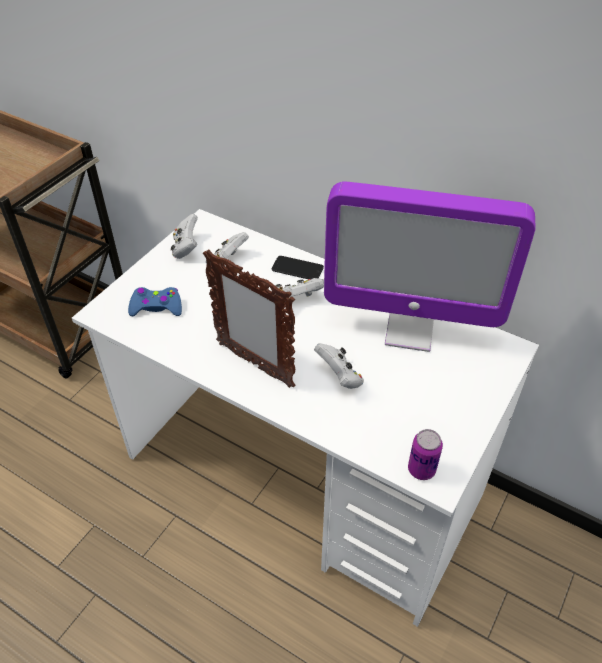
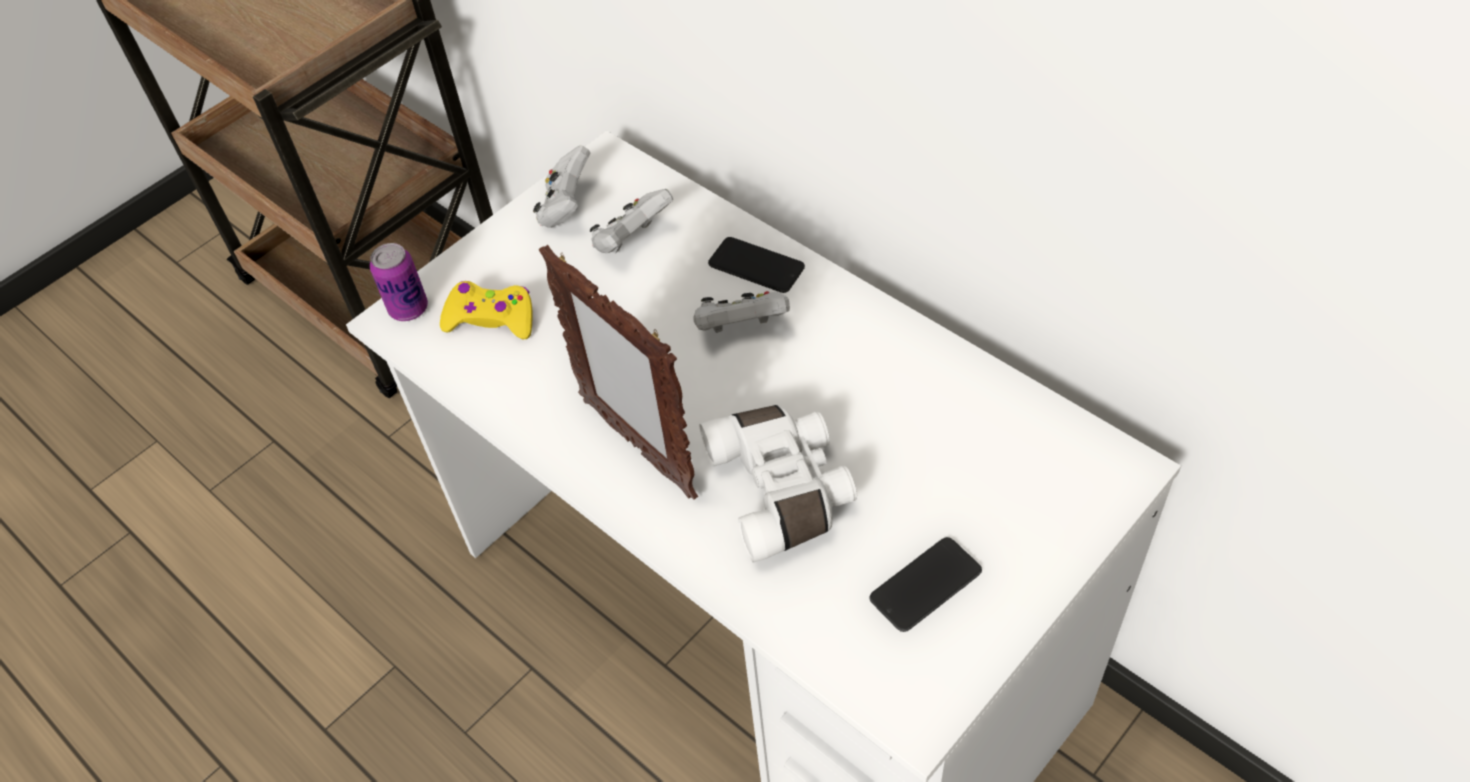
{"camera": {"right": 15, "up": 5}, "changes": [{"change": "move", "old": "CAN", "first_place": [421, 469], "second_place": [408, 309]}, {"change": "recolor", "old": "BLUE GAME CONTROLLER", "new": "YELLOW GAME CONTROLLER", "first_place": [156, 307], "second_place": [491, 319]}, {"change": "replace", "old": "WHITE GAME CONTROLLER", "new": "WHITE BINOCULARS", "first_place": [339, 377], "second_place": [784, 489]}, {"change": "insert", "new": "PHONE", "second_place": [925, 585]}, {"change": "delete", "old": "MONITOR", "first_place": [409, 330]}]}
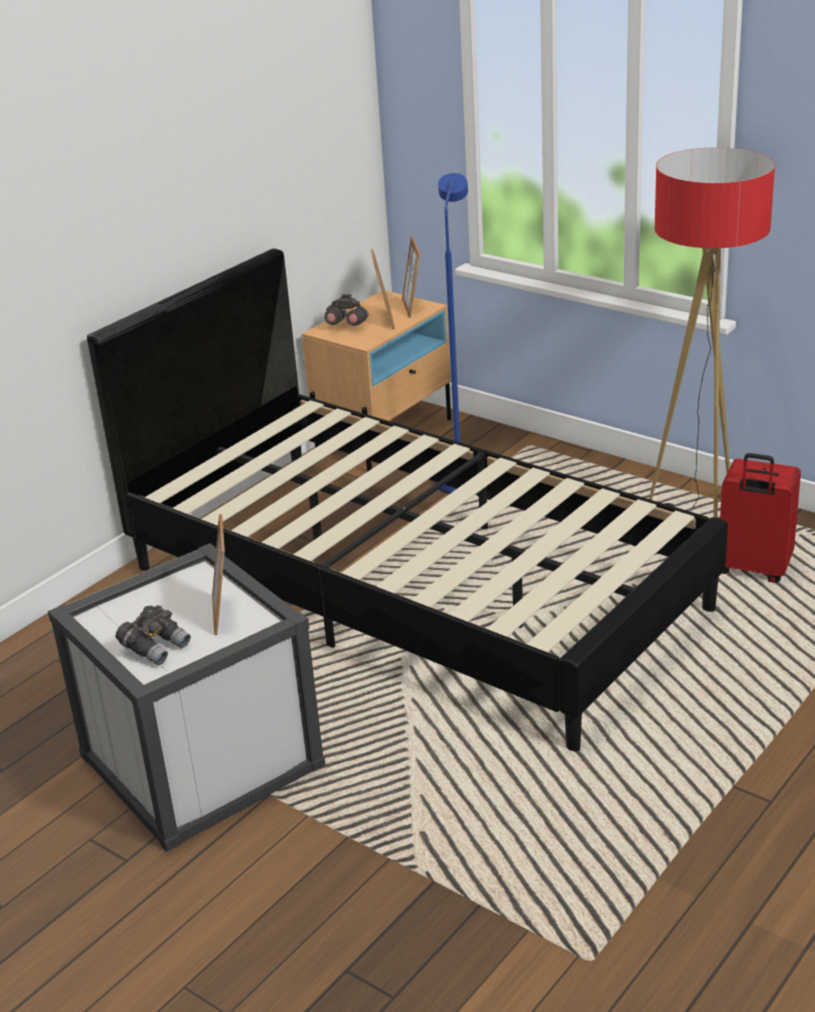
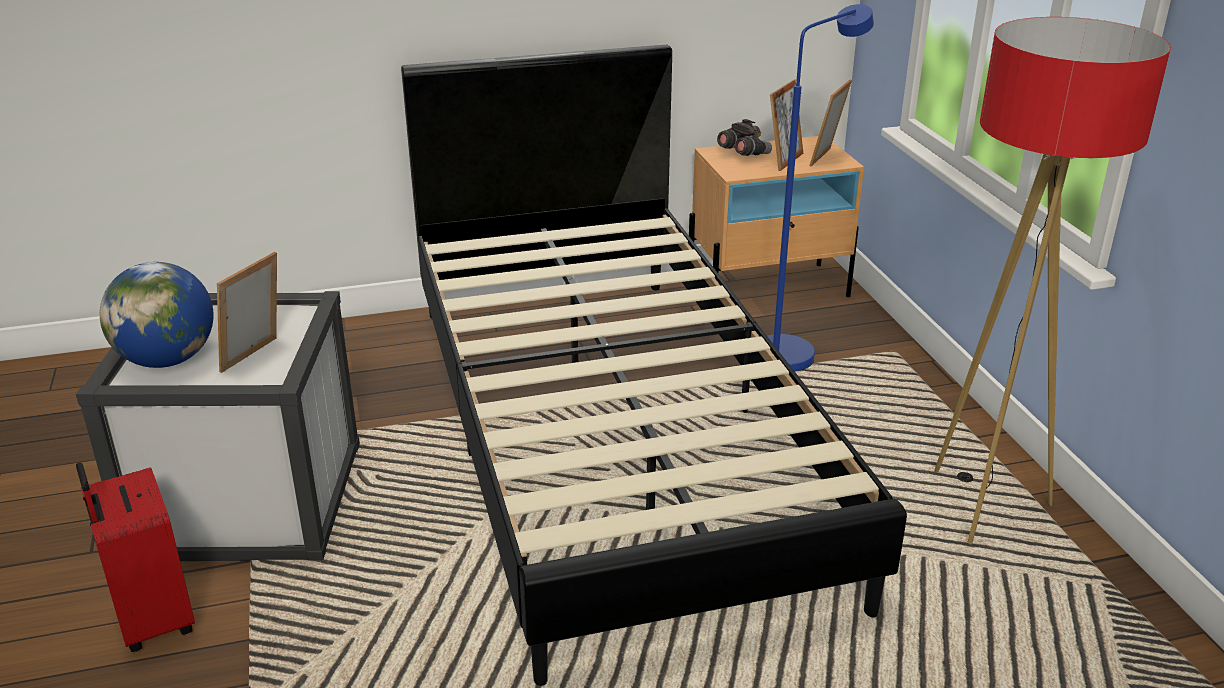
{"camera": {"right": 35, "up": 0}, "changes": [{"change": "move", "old": "RED SUITCASE", "first_place": [753, 570], "second_place": [152, 620]}, {"change": "replace", "old": "GREY BINOCULARS", "new": "GLOBE", "first_place": [155, 647], "second_place": [167, 360]}]}
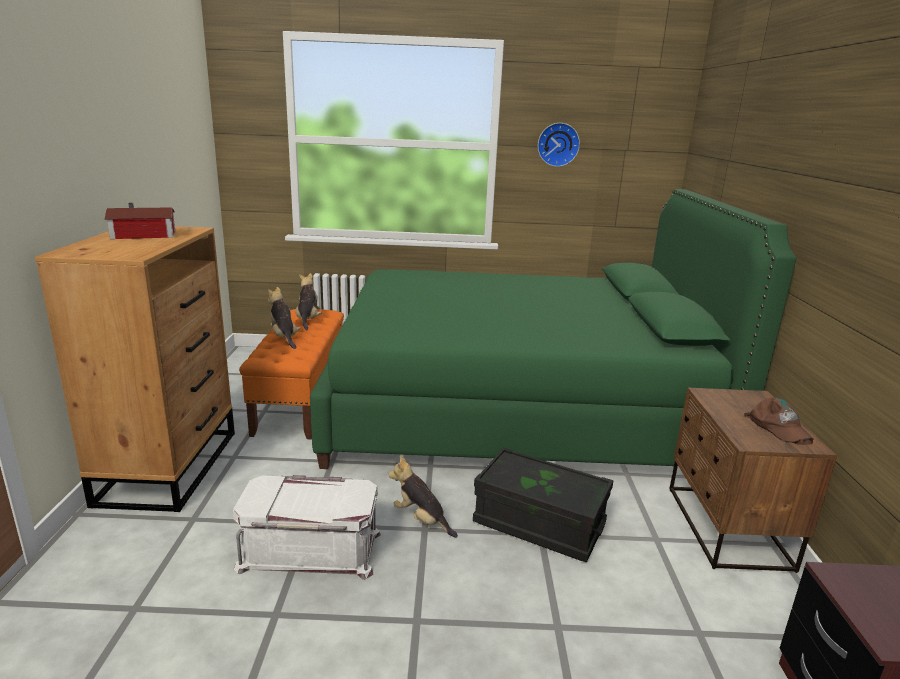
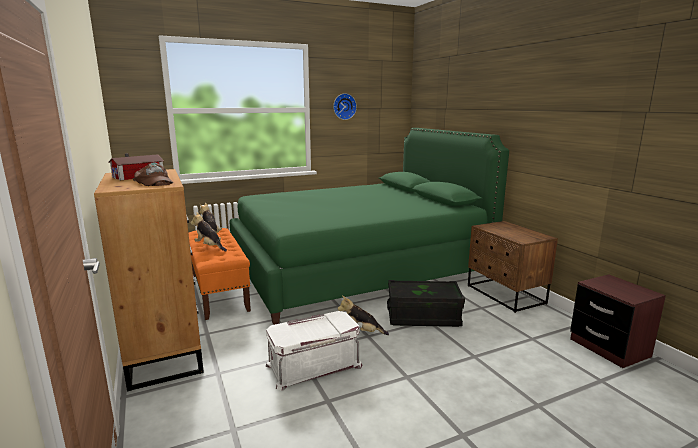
{"camera": {"right": -25, "up": -5}, "changes": [{"change": "move", "old": "BROWN CAP", "first_place": [779, 428], "second_place": [154, 182]}]}
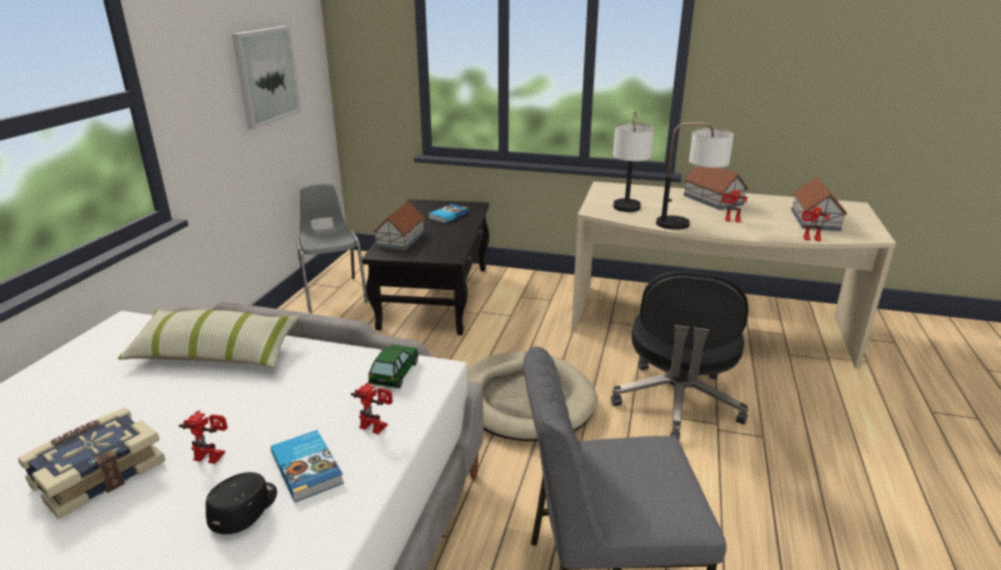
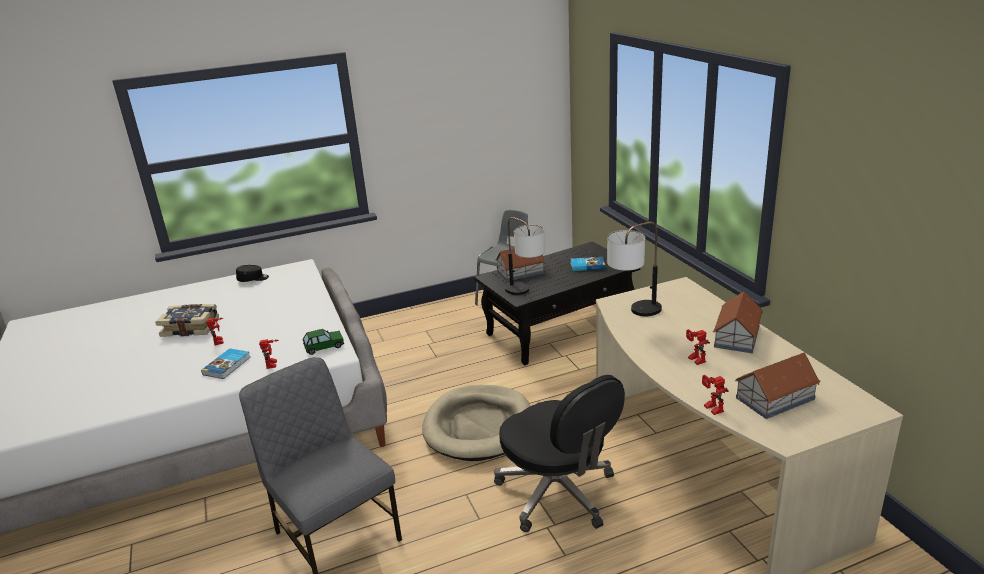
{"camera": {"right": 55, "up": 0}, "changes": [{"change": "move", "old": "BLACK CAP", "first_place": [245, 510], "second_place": [253, 279]}, {"change": "rotate", "old": "BLACK OFFICE CHAIR", "first_place": [677, 403], "second_place": [558, 493], "degrees": -105}, {"change": "move", "old": "TABLE LAMP", "first_place": [688, 223], "second_place": [525, 293]}, {"change": "delete", "old": "PILLOW", "first_place": [215, 353]}, {"change": "delete", "old": "PICTURE", "first_place": [266, 76]}]}
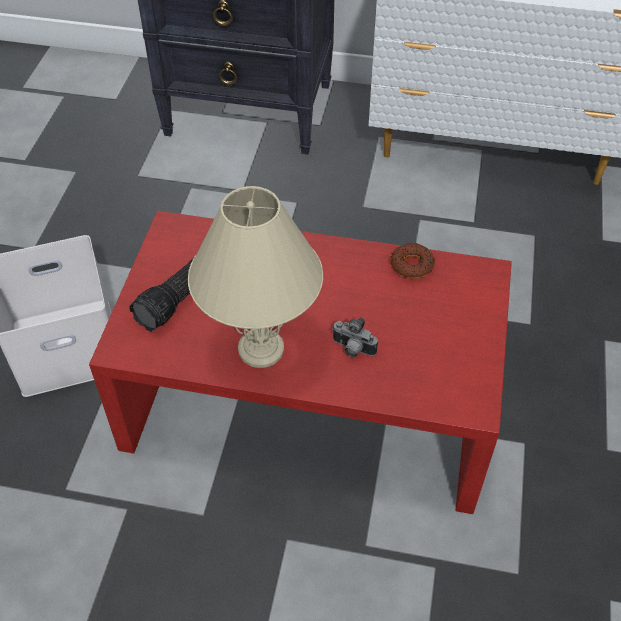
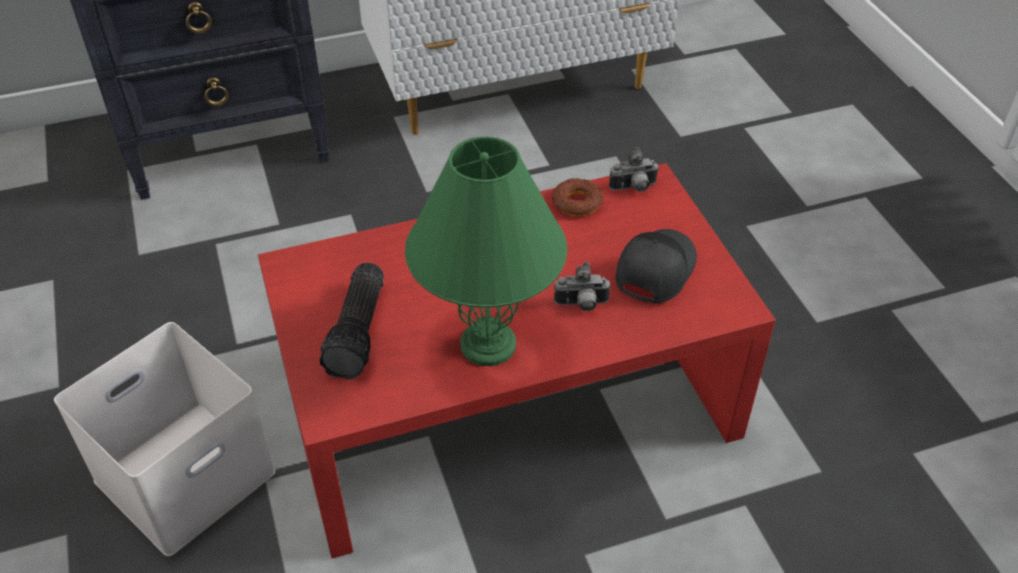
{"camera": {"right": -30, "up": -5}, "changes": [{"change": "recolor", "old": "BEIGE TABLE LAMP", "new": "GREEN TABLE LAMP", "first_place": [261, 350], "second_place": [489, 345]}, {"change": "insert", "new": "PHOTO CAMERA", "second_place": [634, 188]}, {"change": "insert", "new": "BLACK CAP", "second_place": [654, 270]}]}
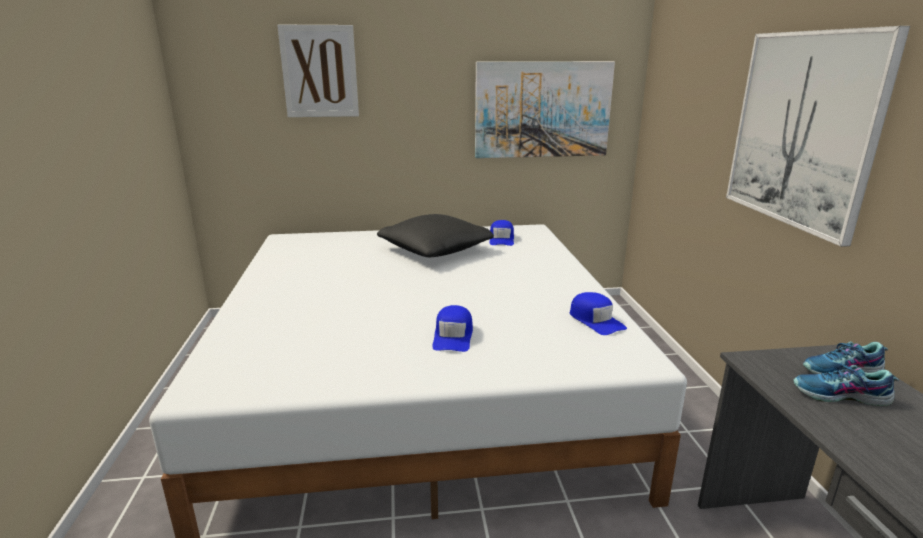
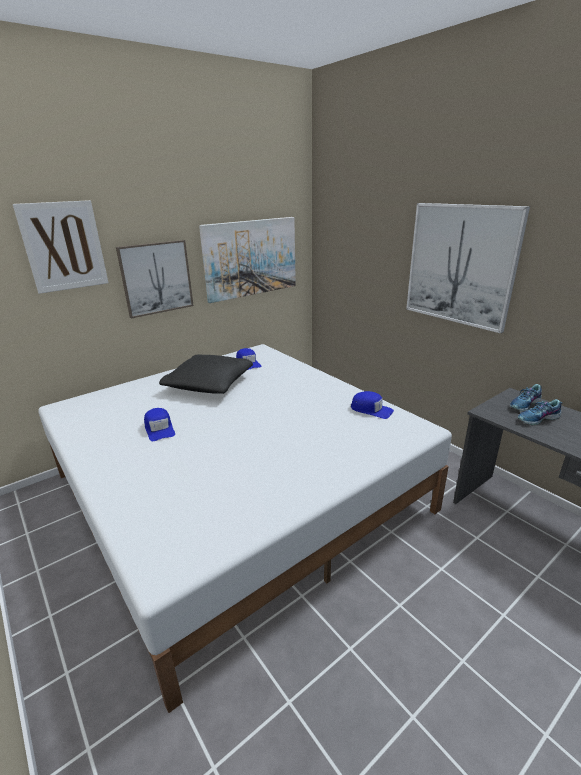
{"camera": {"right": -30, "up": 5}, "changes": [{"change": "insert", "new": "PICTURE", "second_place": [156, 278]}, {"change": "move", "old": "BLUE CAP", "first_place": [453, 336], "second_place": [159, 429]}]}
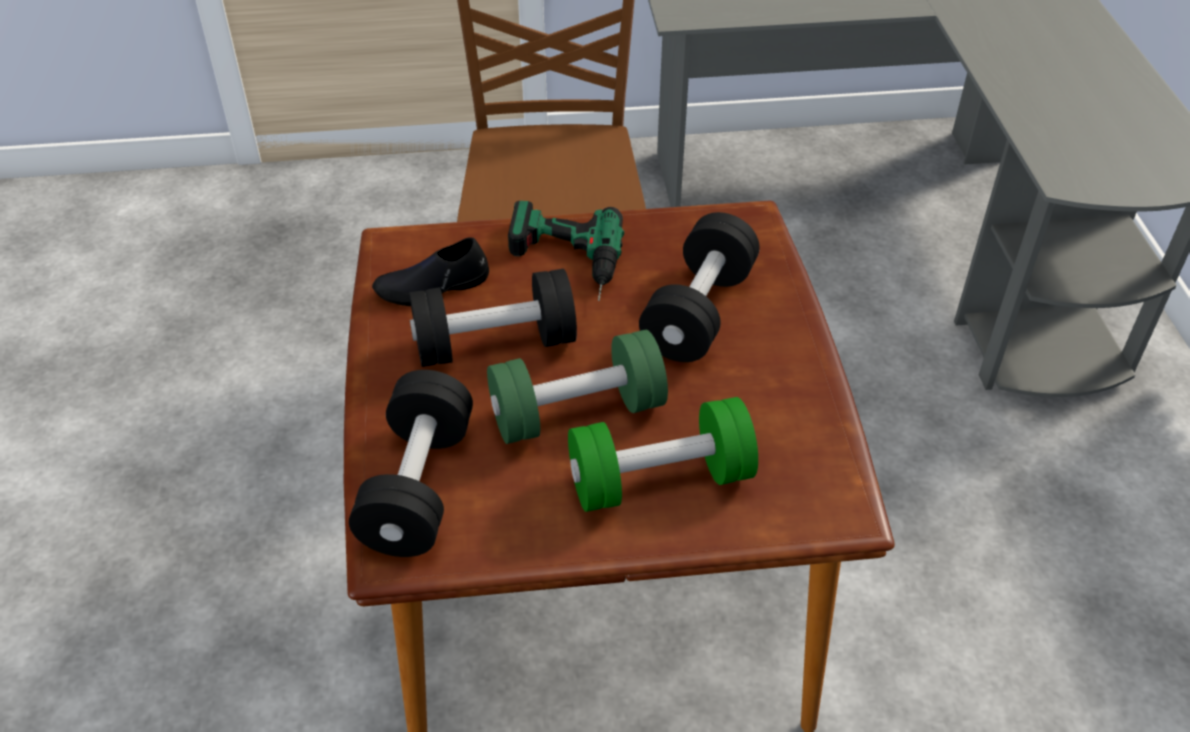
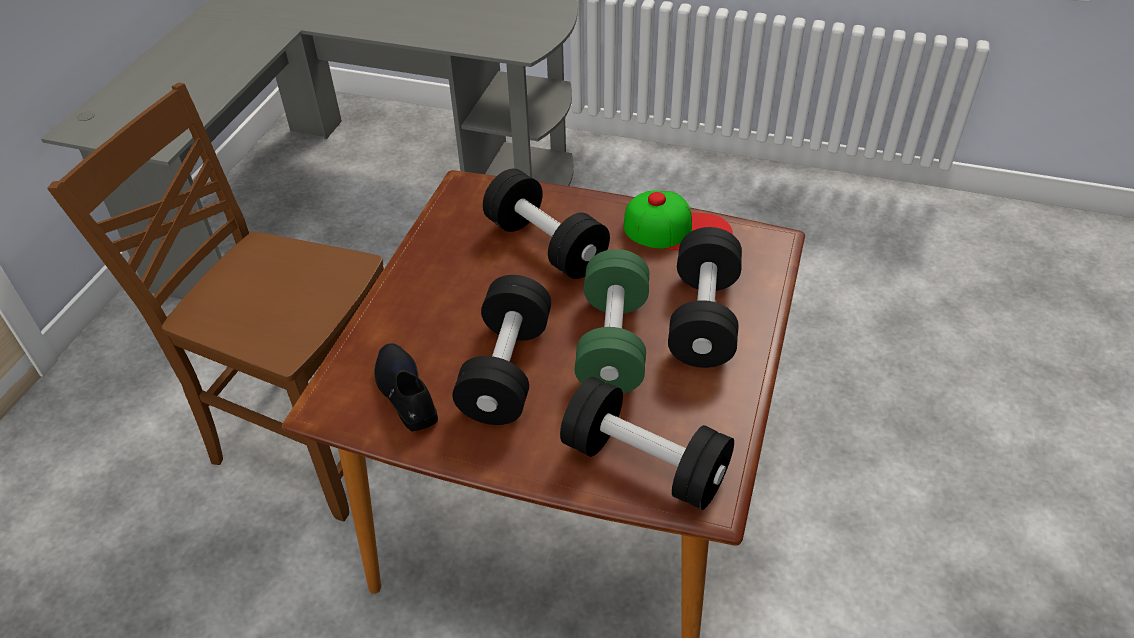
{"camera": {"right": -65, "up": 0}, "changes": [{"change": "rotate", "old": "BLACK SHOE", "first_place": [432, 286], "second_place": [405, 393], "degrees": 150}, {"change": "insert", "new": "CAP", "second_place": [677, 230]}, {"change": "recolor", "old": "GREEN DUMBBELL", "new": "BLACK DUMBBELL", "first_place": [660, 480], "second_place": [703, 318]}, {"change": "delete", "old": "POWER DRILL", "first_place": [563, 263]}]}
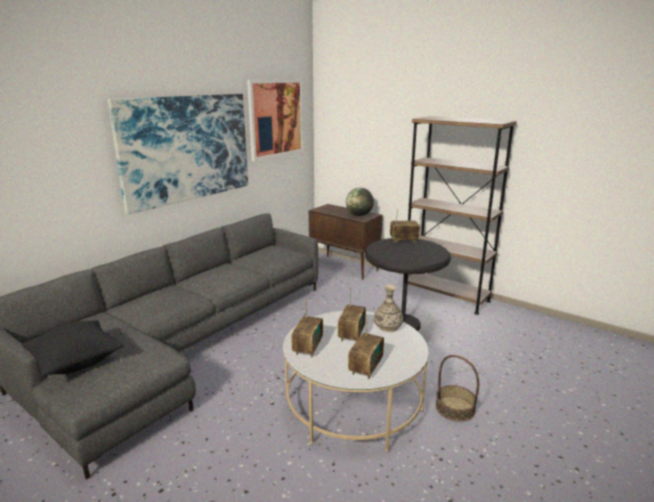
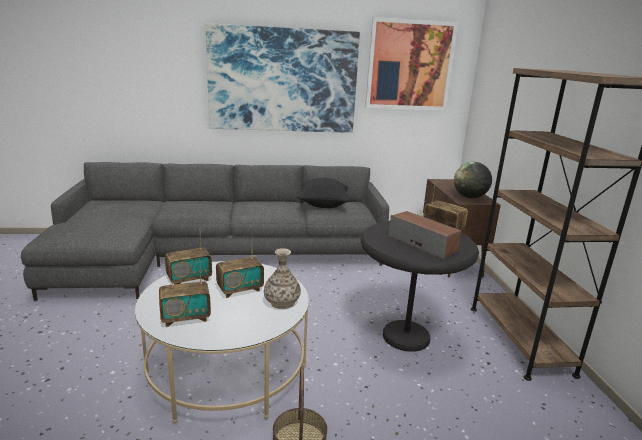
{"camera": {"right": 45, "up": 0}, "changes": [{"change": "move", "old": "BLACK PILLOW", "first_place": [76, 363], "second_place": [323, 205]}, {"change": "insert", "new": "SPEAKER", "second_place": [422, 244]}]}
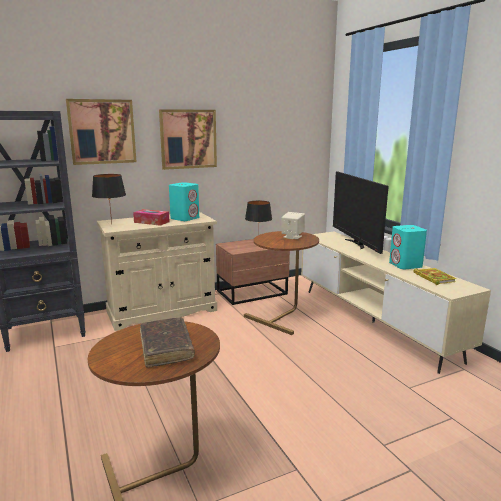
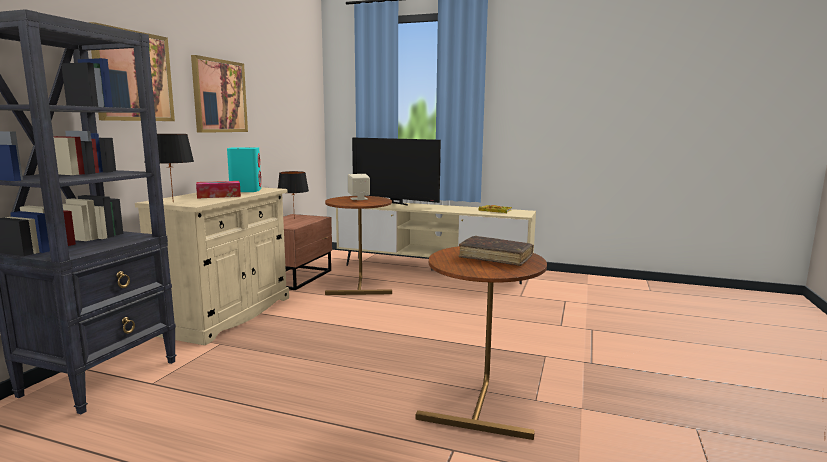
{"camera": {"right": -45, "up": -5}, "changes": [{"change": "delete", "old": "TURQUOISE SPEAKER", "first_place": [405, 265]}]}
